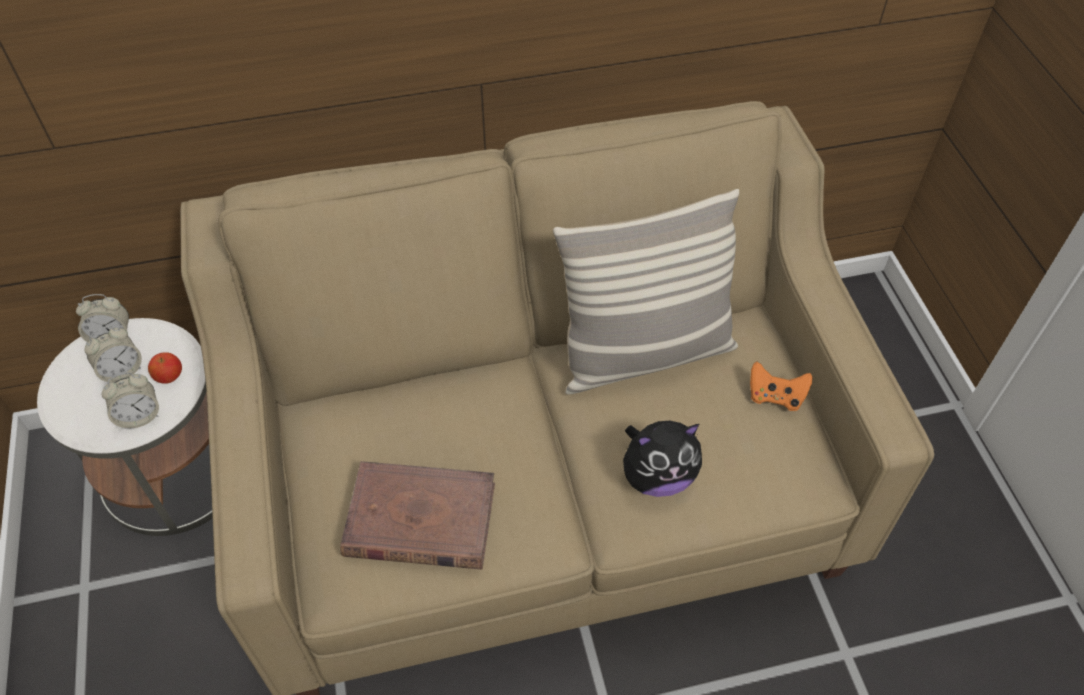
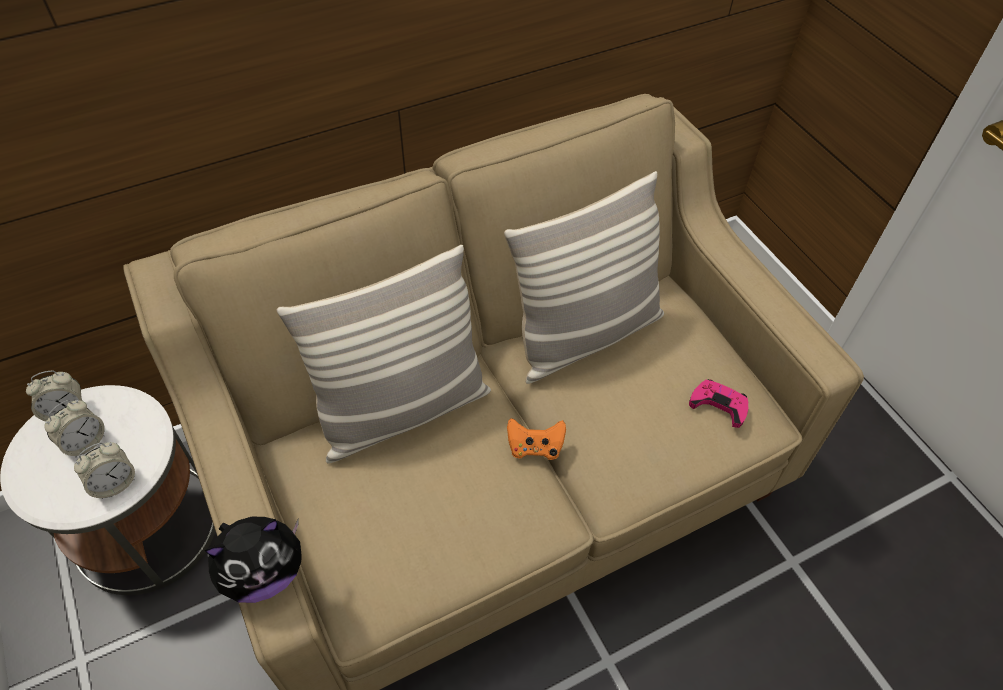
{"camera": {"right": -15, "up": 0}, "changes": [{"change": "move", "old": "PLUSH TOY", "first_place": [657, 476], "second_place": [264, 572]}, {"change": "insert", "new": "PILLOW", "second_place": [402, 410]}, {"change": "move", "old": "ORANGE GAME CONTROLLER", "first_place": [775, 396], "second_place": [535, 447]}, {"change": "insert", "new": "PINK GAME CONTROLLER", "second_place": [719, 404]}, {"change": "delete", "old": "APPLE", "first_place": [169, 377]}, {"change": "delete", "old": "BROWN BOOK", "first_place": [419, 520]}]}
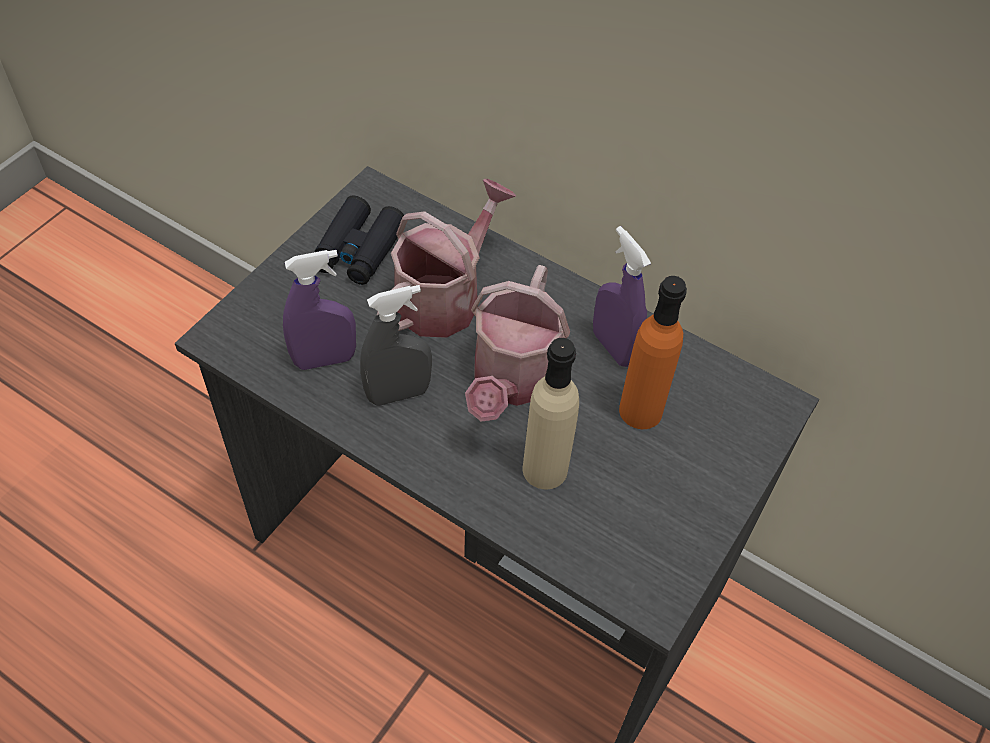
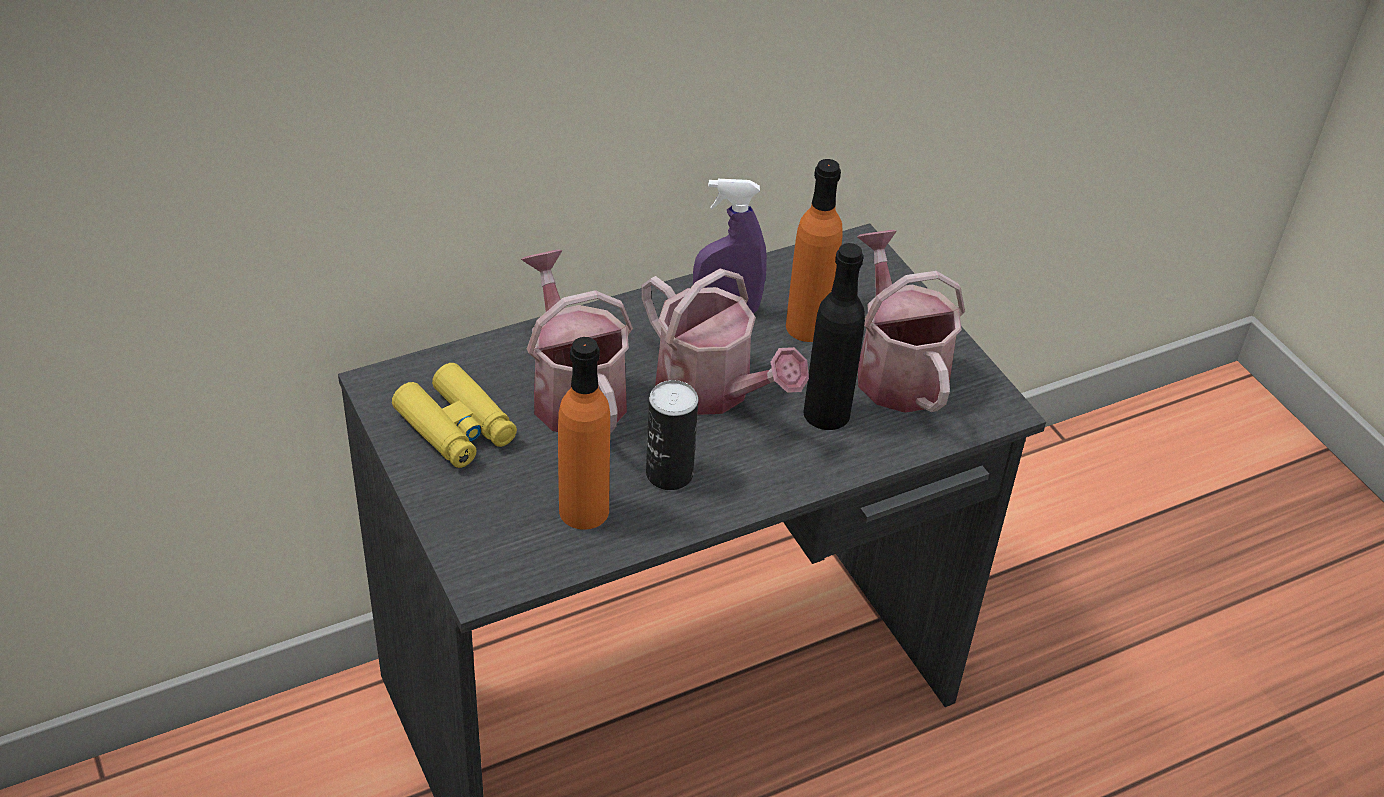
{"camera": {"right": -60, "up": -10}, "changes": [{"change": "recolor", "old": "BLACK BINOCULARS", "new": "YELLOW BINOCULARS", "first_place": [358, 250], "second_place": [456, 427]}, {"change": "replace", "old": "PURPLE SPRAY BOTTLE", "new": "ORANGE BOTTLE", "first_place": [324, 359], "second_place": [584, 510]}, {"change": "replace", "old": "GREY SPRAY BOTTLE", "new": "CAN", "first_place": [398, 394], "second_place": [669, 474]}, {"change": "recolor", "old": "BEIGE BOTTLE", "new": "BLACK BOTTLE", "first_place": [545, 469], "second_place": [826, 413]}, {"change": "insert", "new": "WATERING CAN", "second_place": [896, 368]}]}
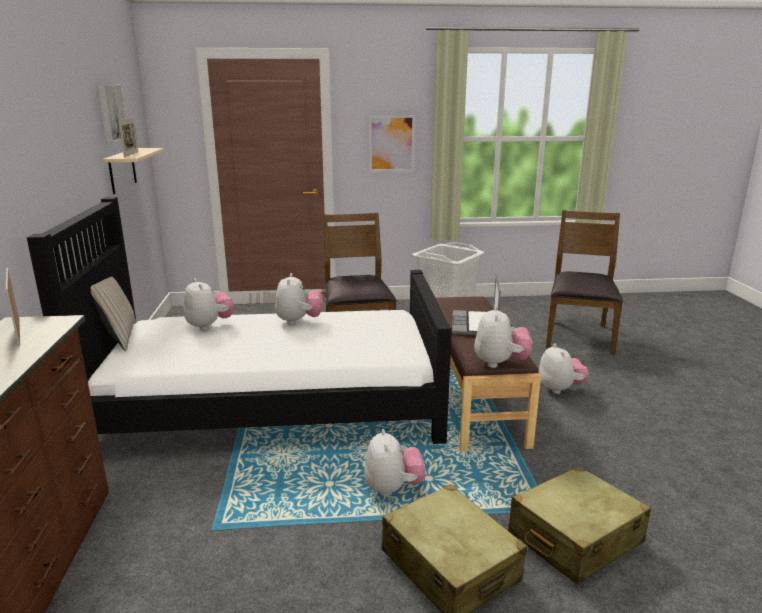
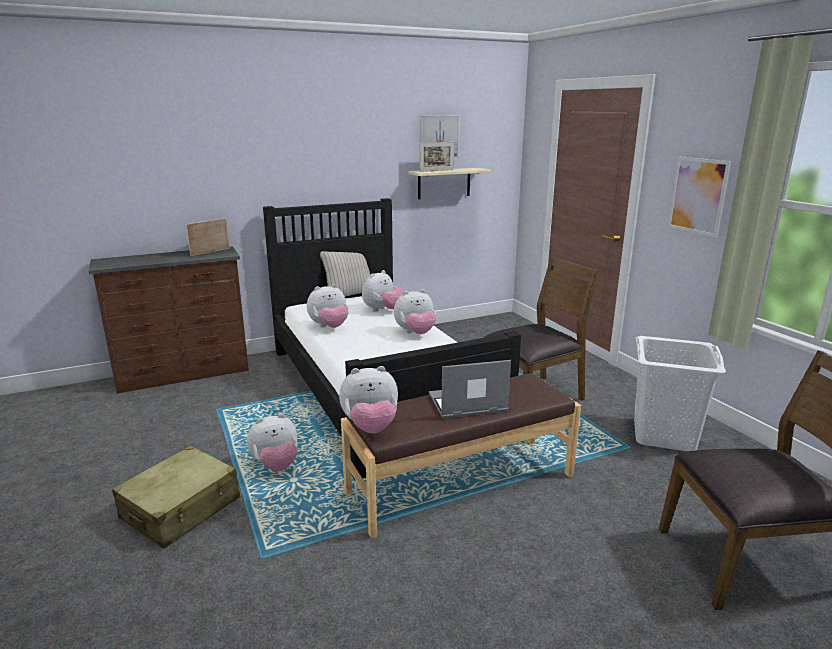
{"camera": {"right": 70, "up": 0}, "changes": [{"change": "move", "old": "PLUSH TOY", "first_place": [560, 389], "second_place": [329, 327]}, {"change": "delete", "old": "BEIGE SUITCASE", "first_place": [574, 538]}]}
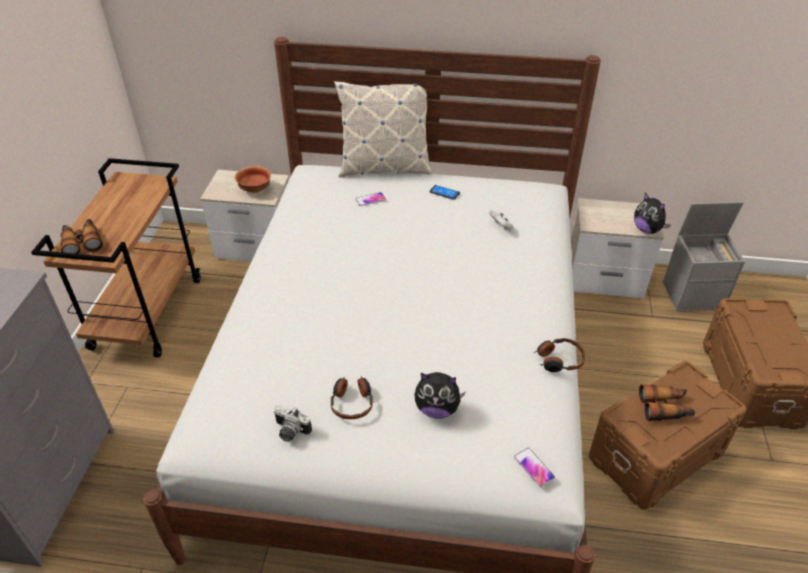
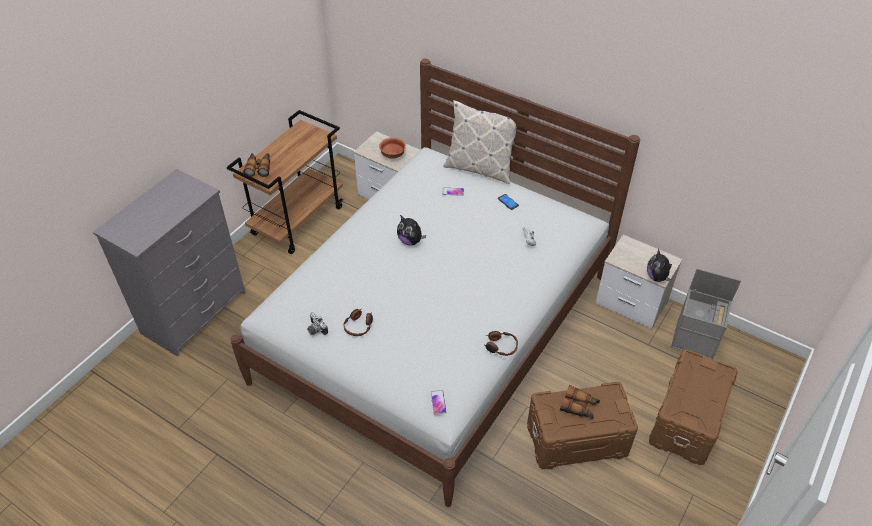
{"camera": {"right": 25, "up": 5}, "changes": [{"change": "move", "old": "PLUSH TOY", "first_place": [437, 409], "second_place": [410, 241]}]}
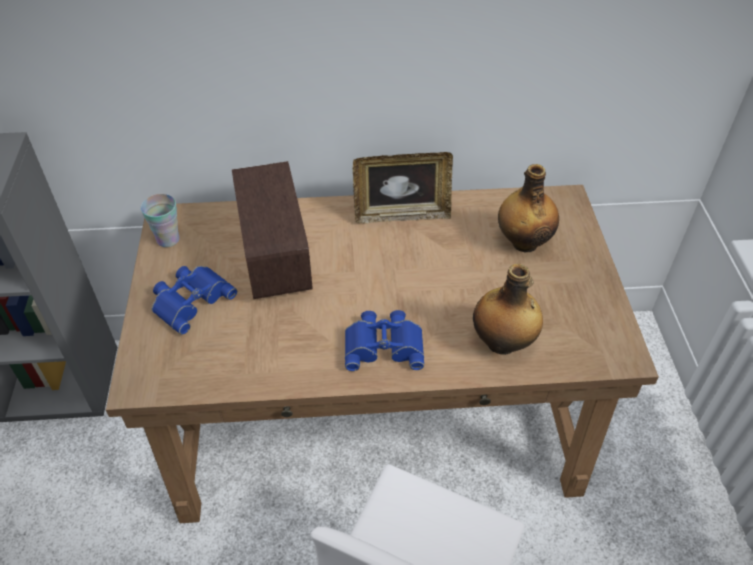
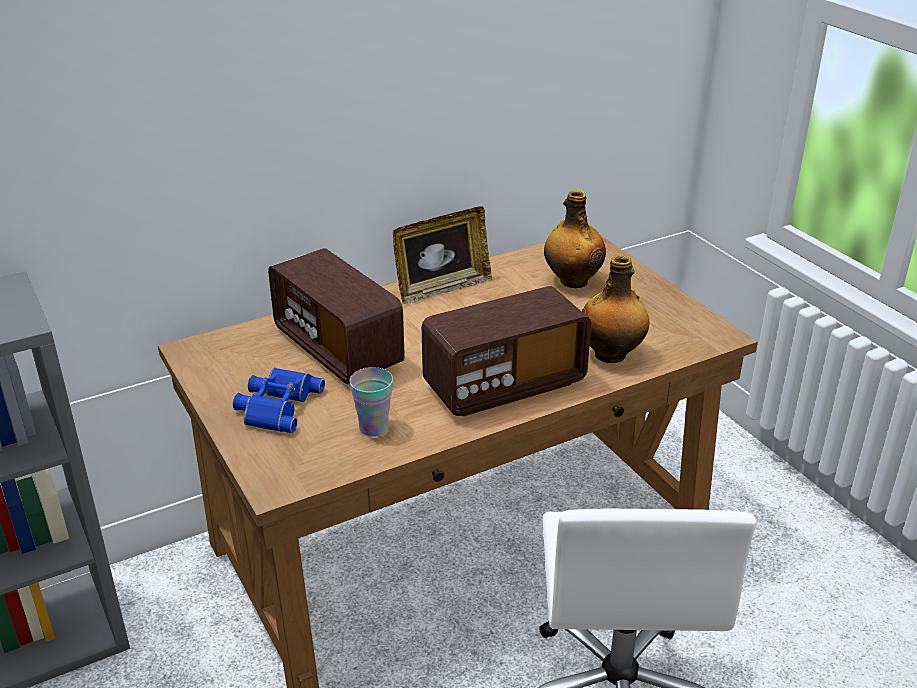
{"camera": {"right": -25, "up": -15}, "changes": [{"change": "move", "old": "CUP", "first_place": [168, 239], "second_place": [373, 428]}, {"change": "replace", "old": "BLUE BINOCULARS", "new": "RADIO", "first_place": [384, 344], "second_place": [504, 385]}]}
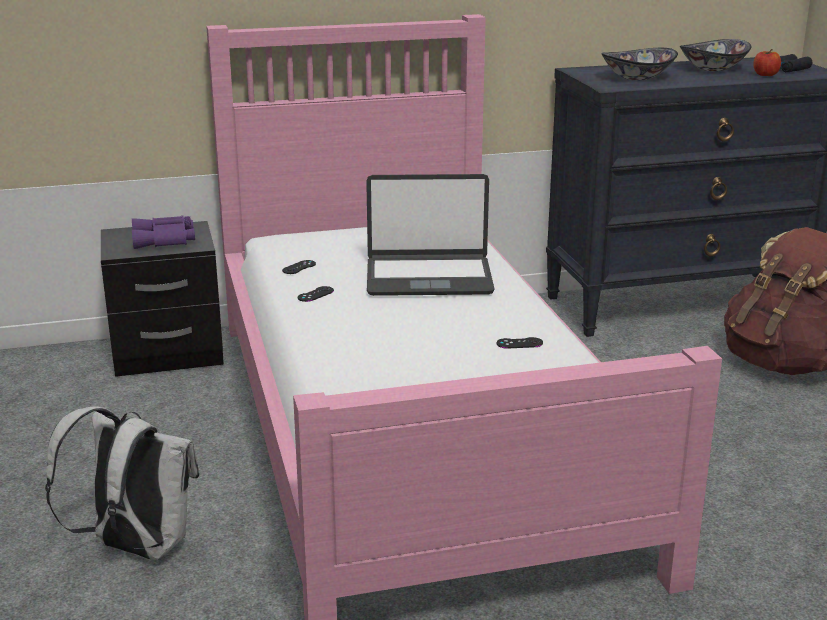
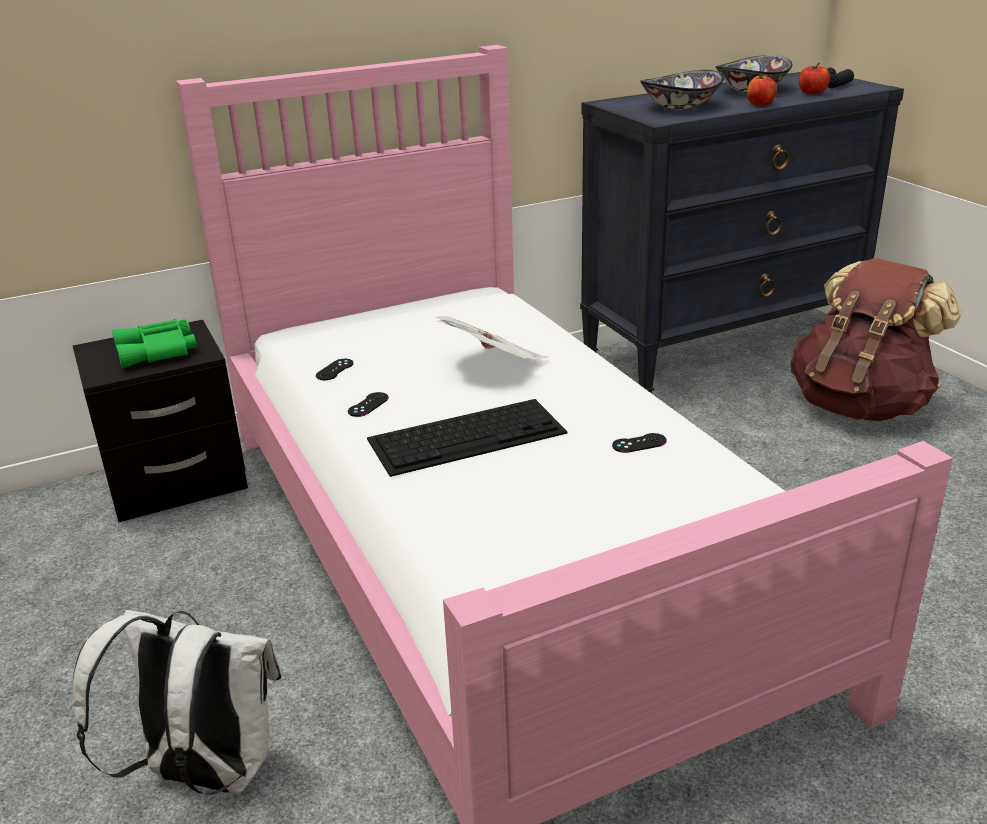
{"camera": {"right": -10, "up": 5}, "changes": [{"change": "recolor", "old": "PURPLE BINOCULARS", "new": "GREEN BINOCULARS", "first_place": [165, 240], "second_place": [158, 352]}, {"change": "insert", "new": "KEYBOARD", "second_place": [468, 435]}, {"change": "replace", "old": "LAPTOP", "new": "NEWSPAPER", "first_place": [428, 278], "second_place": [494, 366]}, {"change": "insert", "new": "APPLE", "second_place": [760, 104]}]}
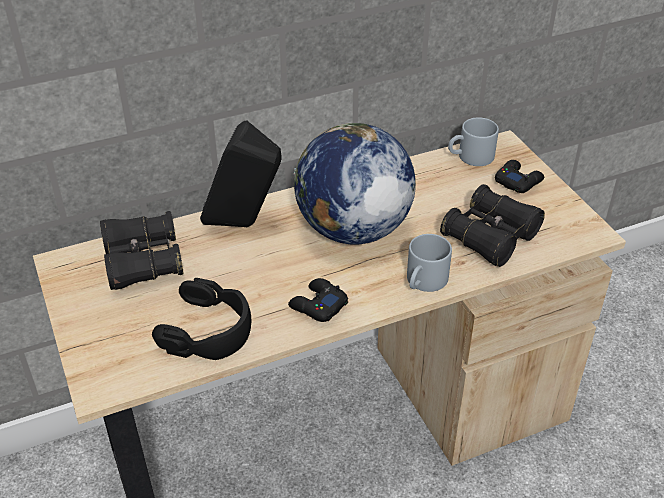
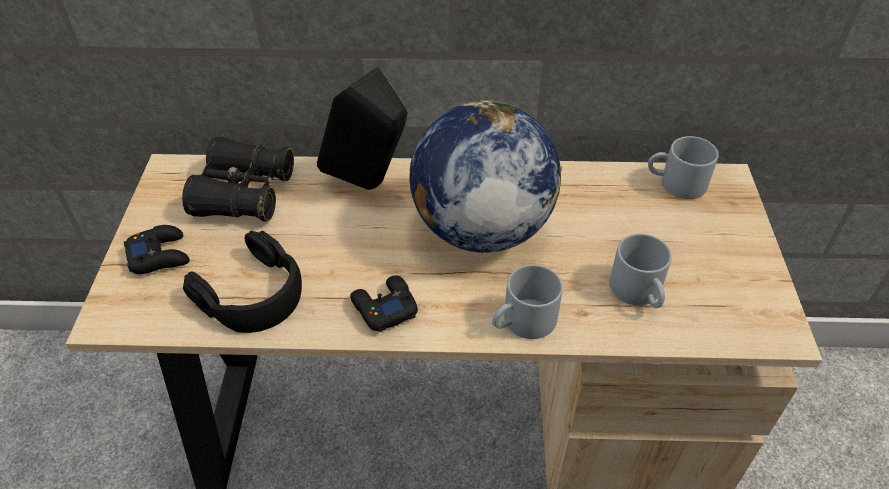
{"camera": {"right": 25, "up": 5}, "changes": [{"change": "move", "old": "BLACK GAME CONTROLLER", "first_place": [518, 181], "second_place": [159, 255]}, {"change": "replace", "old": "BLACK BINOCULARS", "new": "GREY MUG", "first_place": [490, 237], "second_place": [640, 292]}]}
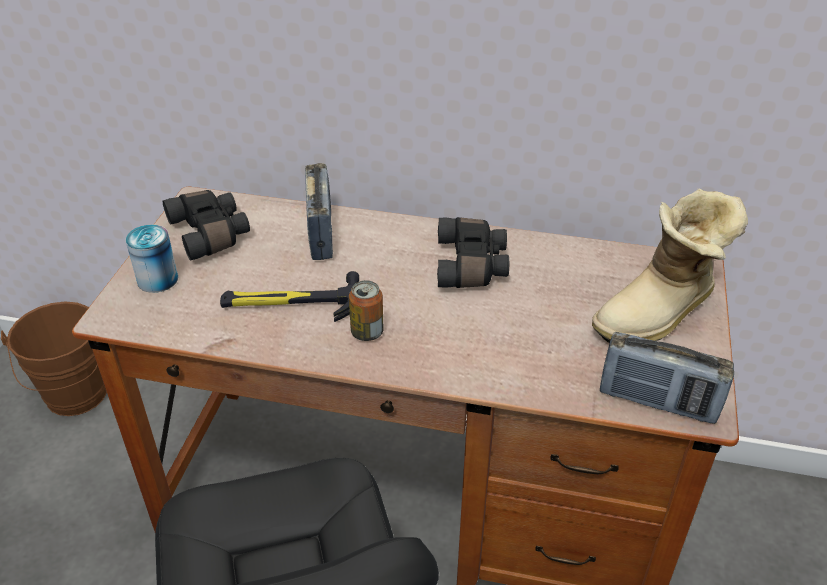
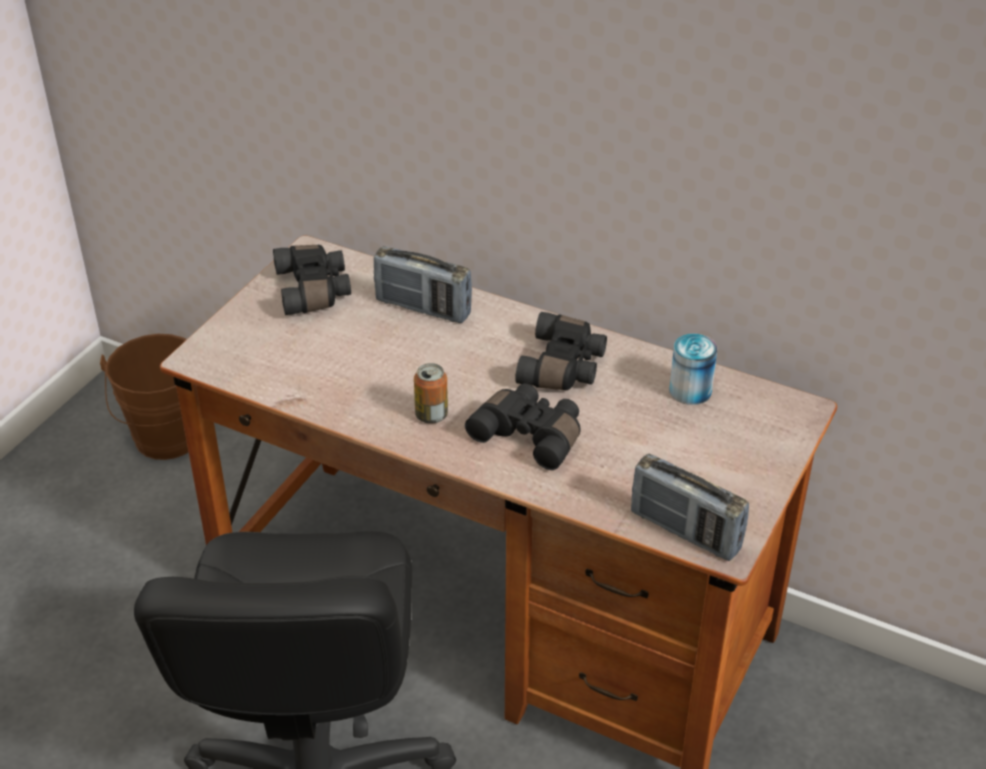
{"camera": {"right": 15, "up": 0}, "changes": [{"change": "rotate", "old": "RADIO", "first_place": [321, 233], "second_place": [423, 308], "degrees": 105}, {"change": "insert", "new": "BLACK BINOCULARS", "second_place": [530, 435]}, {"change": "move", "old": "CAN", "first_place": [157, 279], "second_place": [690, 390]}, {"change": "delete", "old": "HAMMER", "first_place": [291, 302]}, {"change": "delete", "old": "BOOT", "first_place": [660, 314]}]}
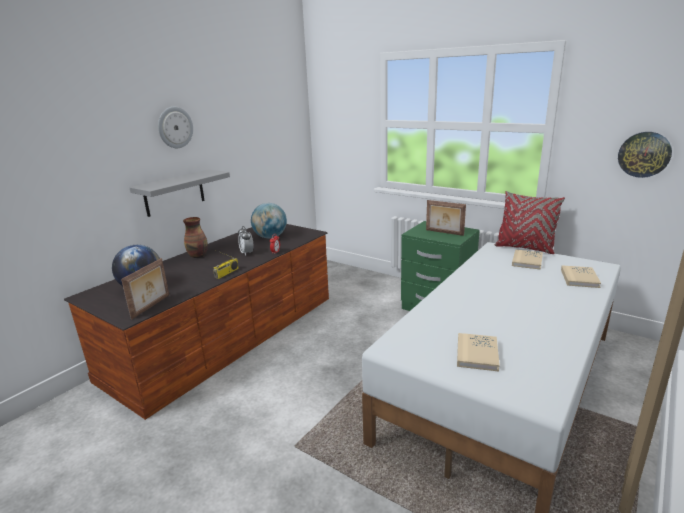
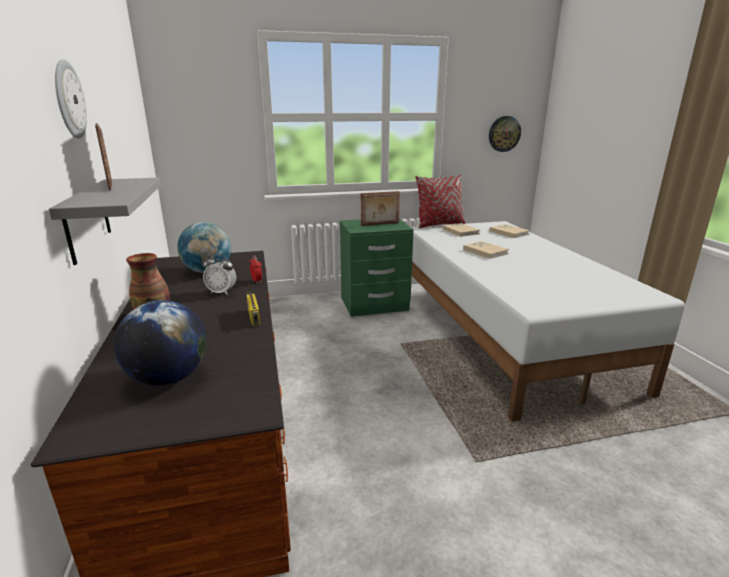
{"camera": {"right": -50, "up": 0}, "changes": [{"change": "move", "old": "PICTURE FRAME", "first_place": [151, 306], "second_place": [110, 185]}, {"change": "move", "old": "BEIGE BOOK", "first_place": [477, 354], "second_place": [485, 251]}]}
